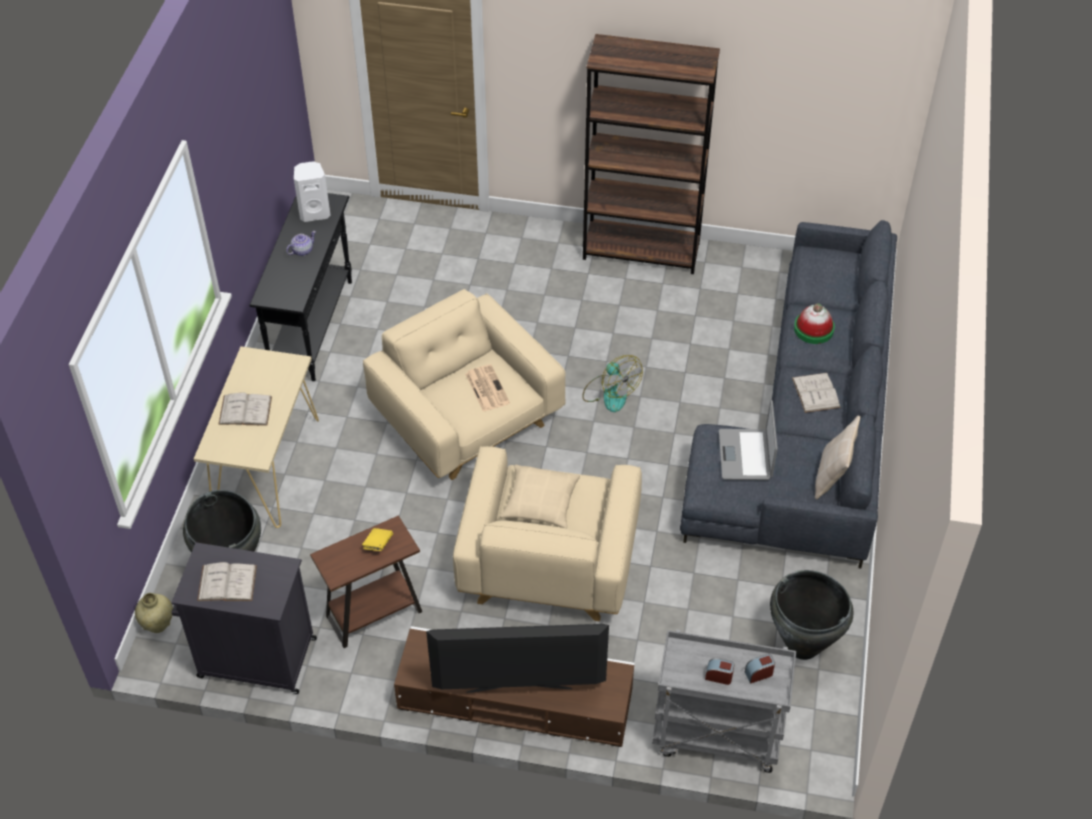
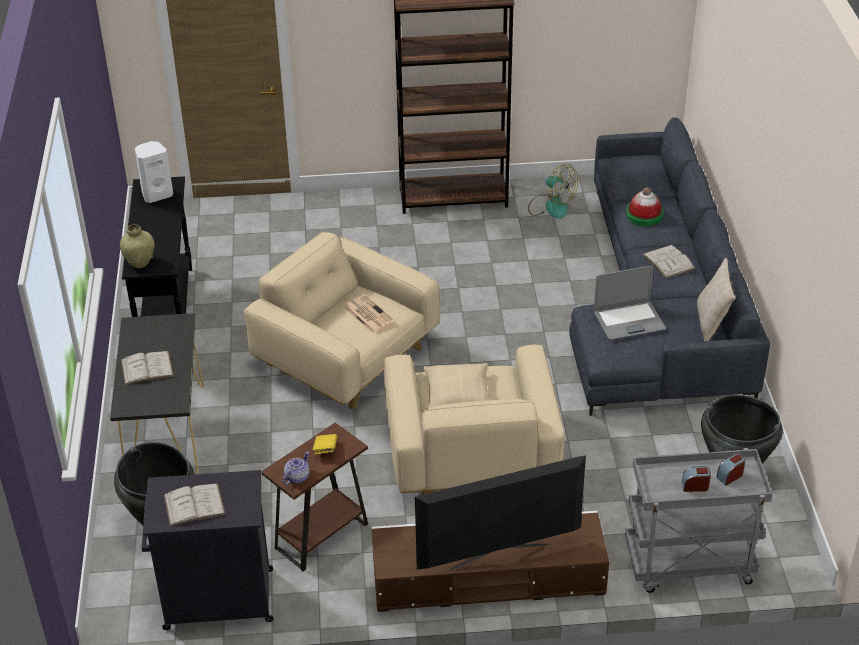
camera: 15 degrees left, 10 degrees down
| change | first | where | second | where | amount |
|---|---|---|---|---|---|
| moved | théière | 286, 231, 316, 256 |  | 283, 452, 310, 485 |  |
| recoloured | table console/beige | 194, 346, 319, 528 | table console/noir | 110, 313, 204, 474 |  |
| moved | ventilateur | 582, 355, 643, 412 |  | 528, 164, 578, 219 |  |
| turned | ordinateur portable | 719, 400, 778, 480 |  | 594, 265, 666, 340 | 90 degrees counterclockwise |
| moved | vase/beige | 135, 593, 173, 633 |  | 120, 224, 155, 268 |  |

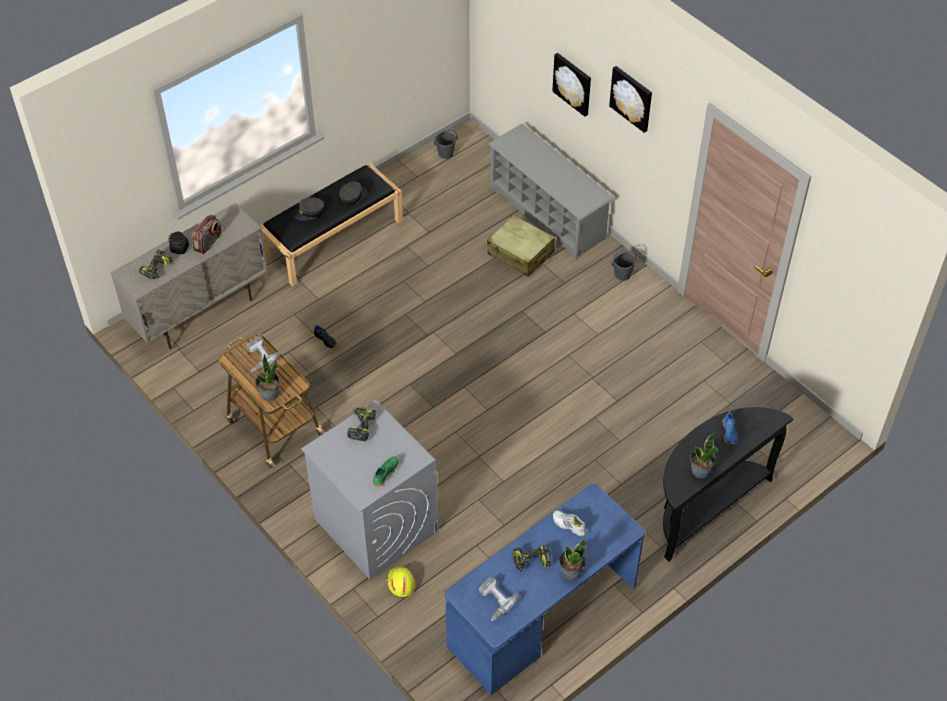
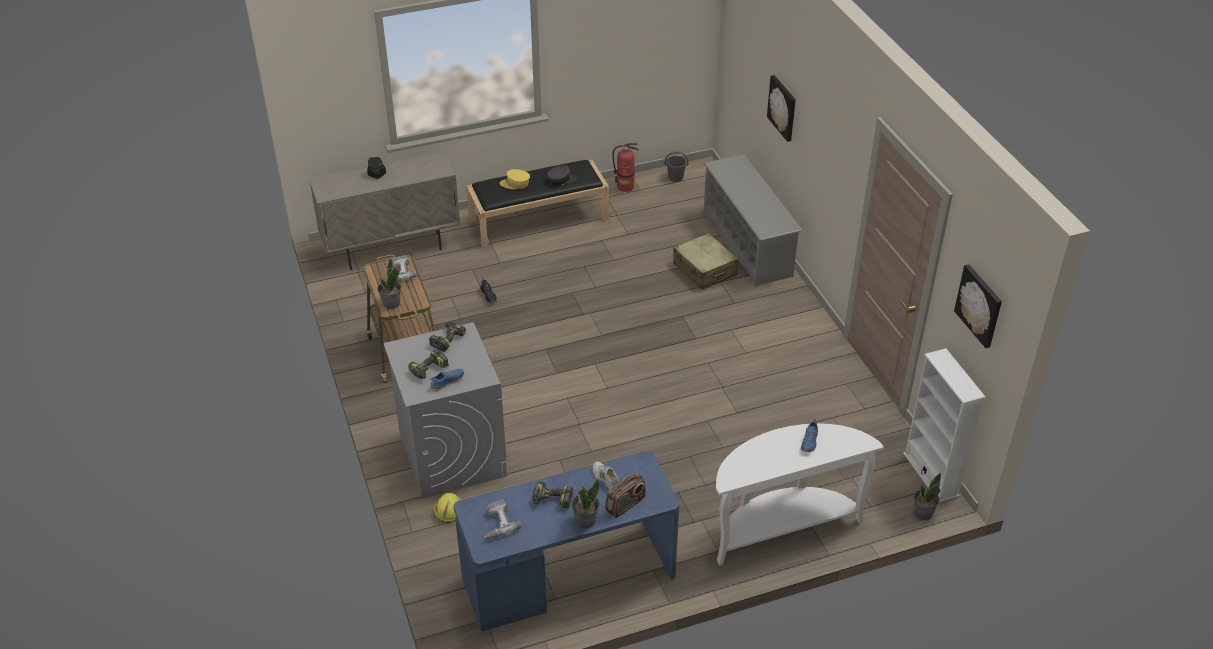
camera: 20 degrees right, 10 degrees down
| change | first | where | second | where | amount |
|---|---|---|---|---|---|
| moved | tableau | 609, 66, 652, 133 |  | 954, 264, 1002, 348 |  |
| recoloured | casquette/gris | 293, 197, 324, 221 | casquette/jaune | 500, 169, 530, 189 |  |
| moved | radio | 192, 215, 222, 254 |  | 605, 473, 646, 518 |  |
| moved | perceuse | 139, 250, 173, 279 |  | 408, 349, 448, 379 |  |
| removed | seau/gris | 612, 251, 637, 281 |  |  |  |
| recoloured | table console/noir | 663, 407, 794, 561 | table console/blanc | 716, 423, 884, 566 |  |
| moved | plante en pot | 690, 432, 718, 479 |  | 914, 473, 941, 520 |  |
| recoloured | chaussure/vert | 373, 456, 399, 487 | chaussure/bleu | 430, 369, 464, 391 |  |
| added |  |  | extincteur | 612, 143, 639, 192 |  |
| added |  |  | bibliothèque/blanc | 903, 348, 986, 503 |  |

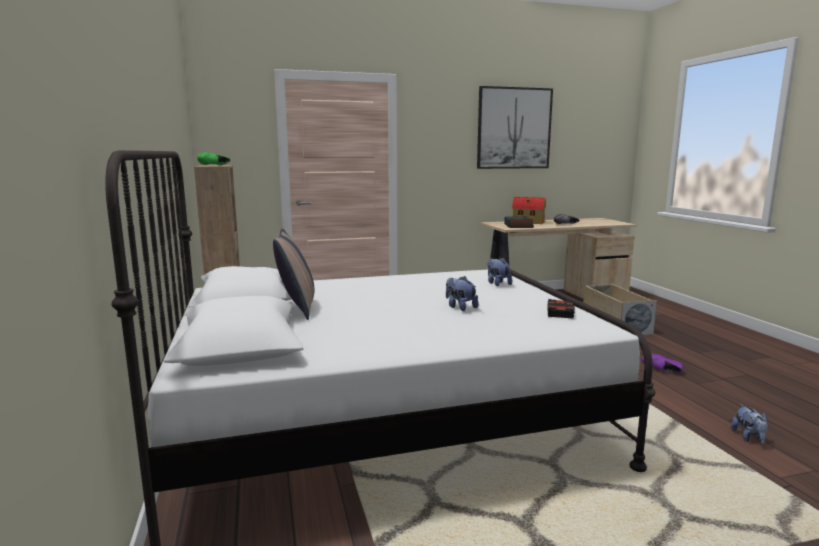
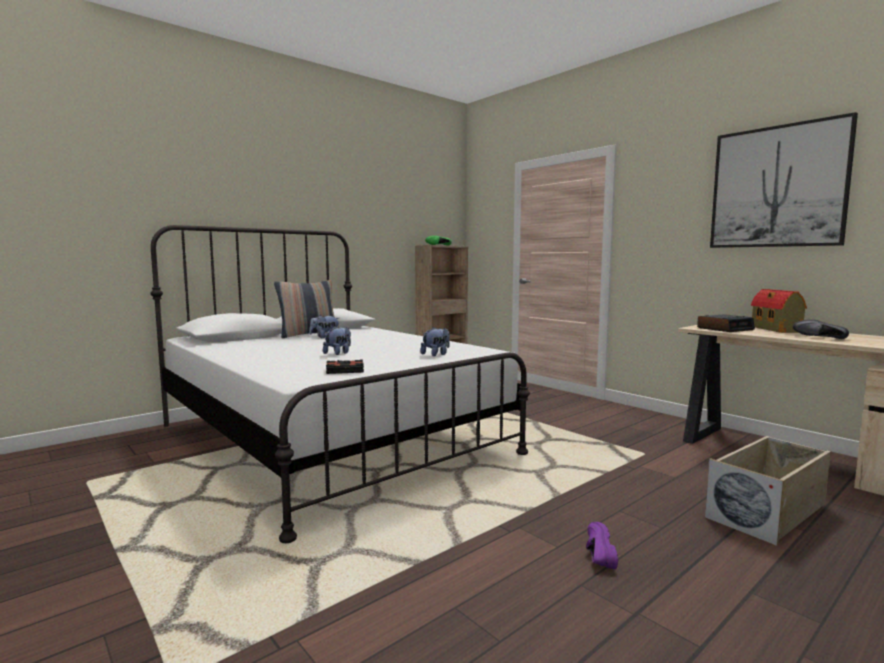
camera: 65 degrees right, 5 degrees down
| change | first | where | second | where | amount |
|---|---|---|---|---|---|
| moved | peluche | 731, 404, 768, 444 |  | 309, 315, 339, 338 |  |

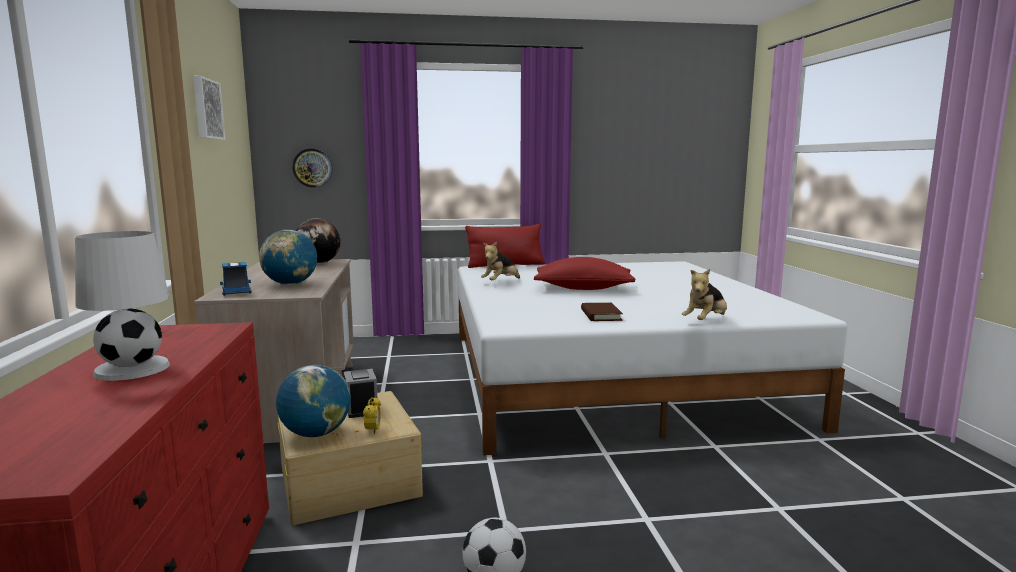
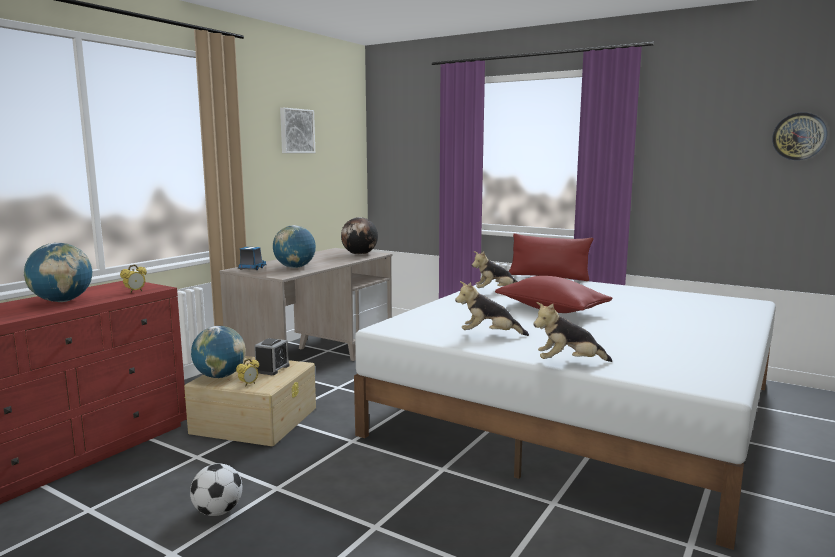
camera: 40 degrees right, 0 degrees up
| change | first | where | second | where | amount |
|---|---|---|---|---|---|
| moved | horloge murale | 292, 148, 333, 188 |  | 772, 112, 827, 160 |  |
| replaced | lampe de table/blanc | 75, 231, 170, 381 | globe | 24, 243, 92, 302 |  |
| replaced | livre/marron | 581, 302, 623, 321 | peluche | 455, 281, 529, 336 |  |
| added |  |  | réveil | 120, 265, 147, 293 |  |

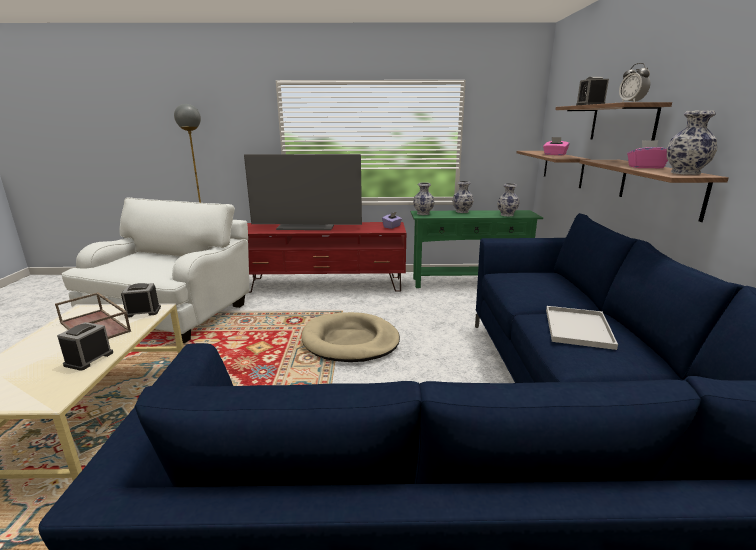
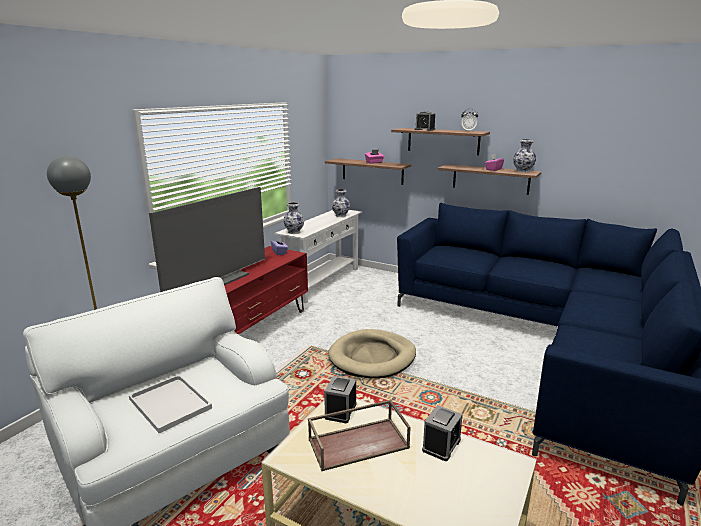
camera: 60 degrees left, 0 degrees up
| change | first | where | second | where | amount |
|---|---|---|---|---|---|
| removed | vase | 452, 181, 474, 213 |  |  |  |
| recoloured | table console/vert | 411, 210, 543, 288 | table console/blanc | 275, 210, 362, 303 |  |
| moved | plateau/blanc | 546, 306, 618, 350 |  | 129, 375, 212, 433 |  |
| turned | réveil | 57, 322, 113, 371 |  | 422, 405, 463, 461 | 105 degrees counterclockwise |

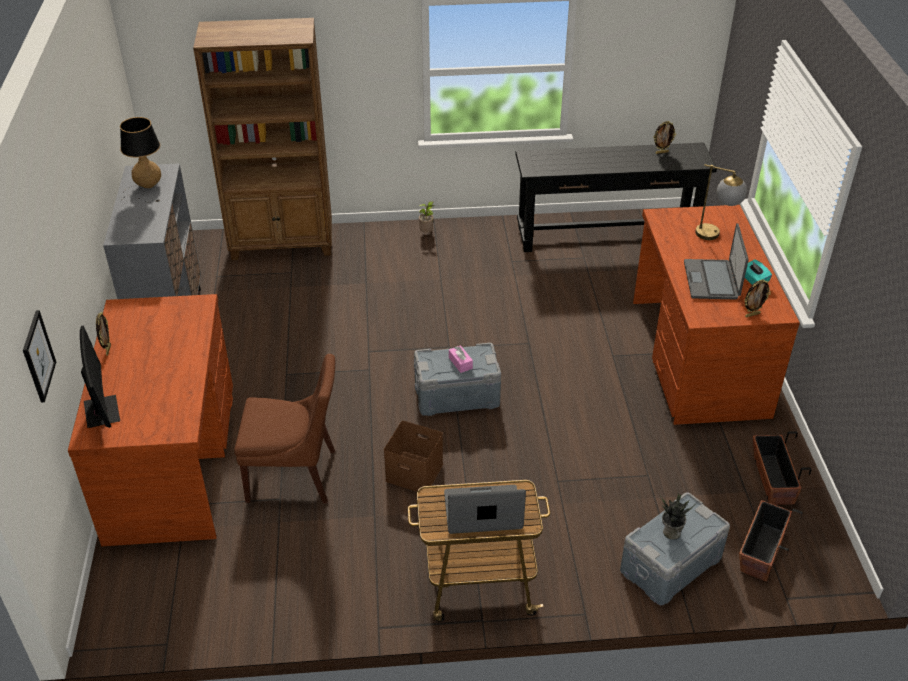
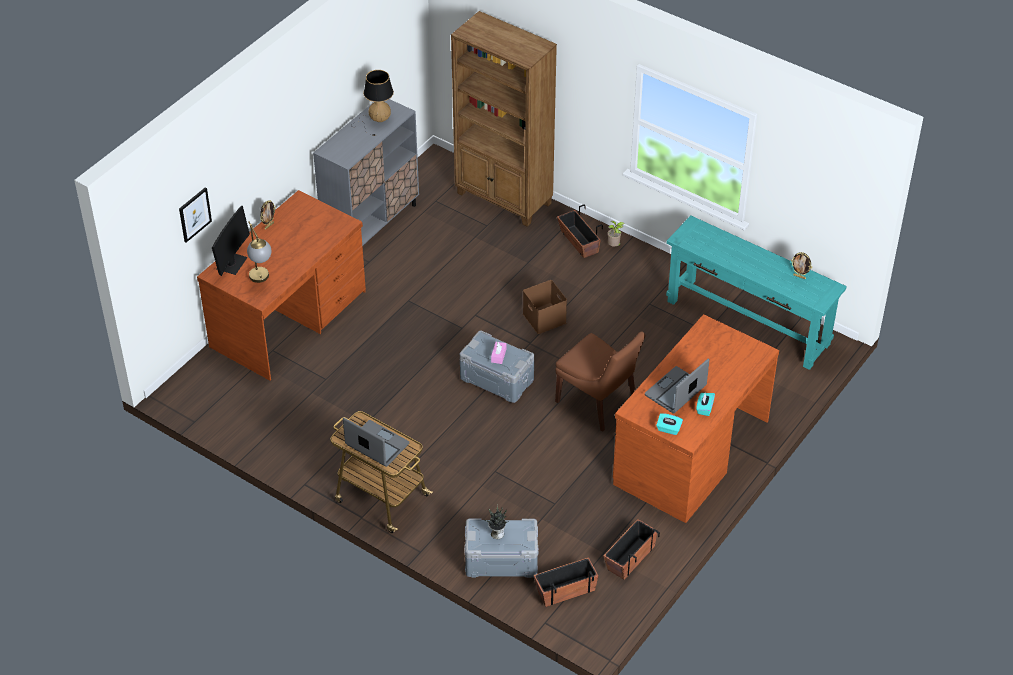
camera: 40 degrees right, 5 degrees up
| change | first | where | second | where | amount |
|---|---|---|---|---|---|
| recoloured | table console/noir | 516, 142, 717, 252 | table console/turquoise | 666, 215, 847, 370 |  |
| moved | lampe de table | 695, 164, 747, 240 |  | 247, 221, 271, 283 |  |
| replaced | cadre photo | 744, 280, 771, 317 | boîte à mouchoirs/turquoise | 656, 413, 683, 435 |  |
| moved | chaise/marron | 234, 354, 335, 504 |  | 555, 331, 645, 432 |  |
| moved | boîte de rangement/marron | 384, 421, 443, 492 |  | 523, 280, 567, 334 |  |
| added |  |  | cache-pot | 557, 204, 603, 258 |  |

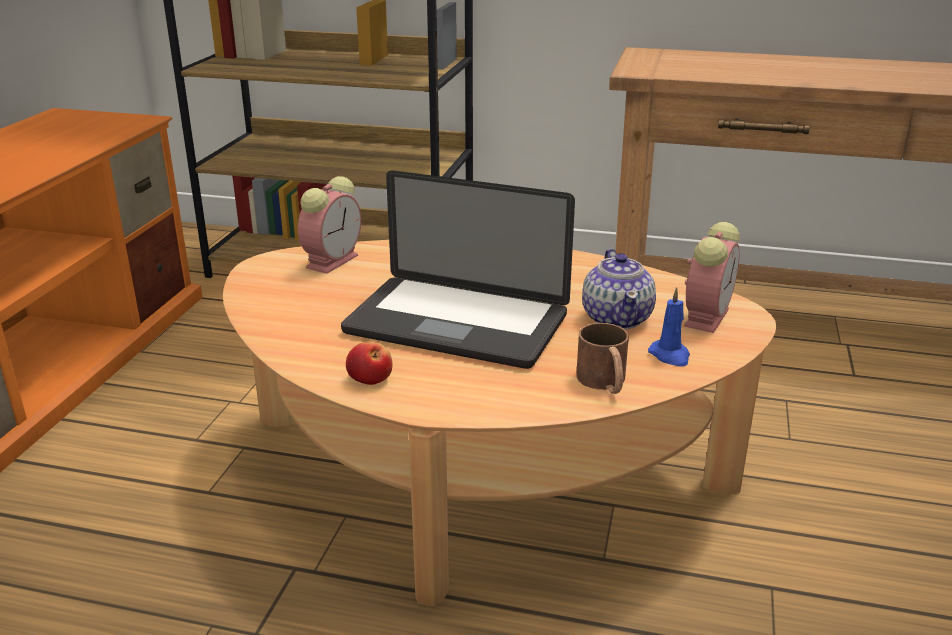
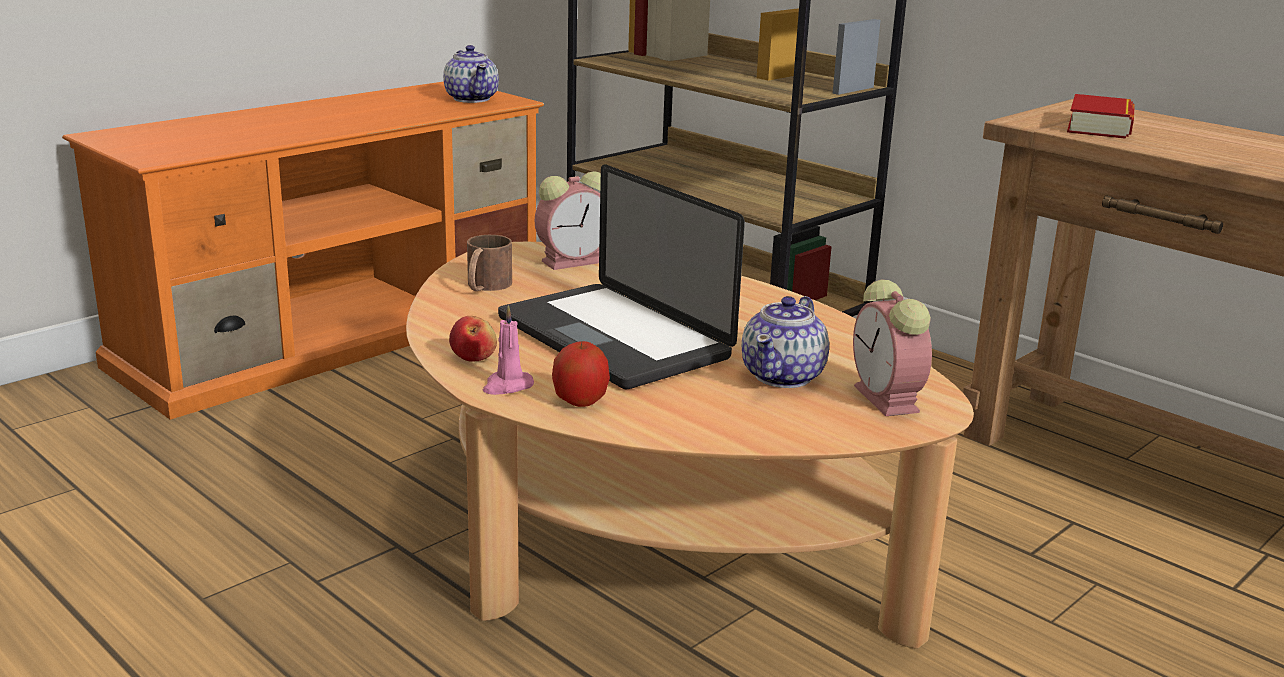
camera: 30 degrees right, 5 degrees down
| change | first | where | second | where | amount |
|---|---|---|---|---|---|
| turned | réveil | 684, 222, 740, 333 |  | 853, 279, 932, 416 | 105 degrees clockwise |
| removed | bougie/bleu | 648, 287, 690, 367 |  |  |  |
| moved | mug/marron | 576, 323, 629, 394 |  | 467, 235, 512, 291 |  |
| added |  |  | théière | 443, 45, 499, 103 |  |
| added |  |  | livre | 1067, 94, 1135, 139 |  |
| added |  |  | bougie/rose | 483, 305, 534, 395 |  |
| added |  |  | pomme | 552, 341, 610, 407 |  |

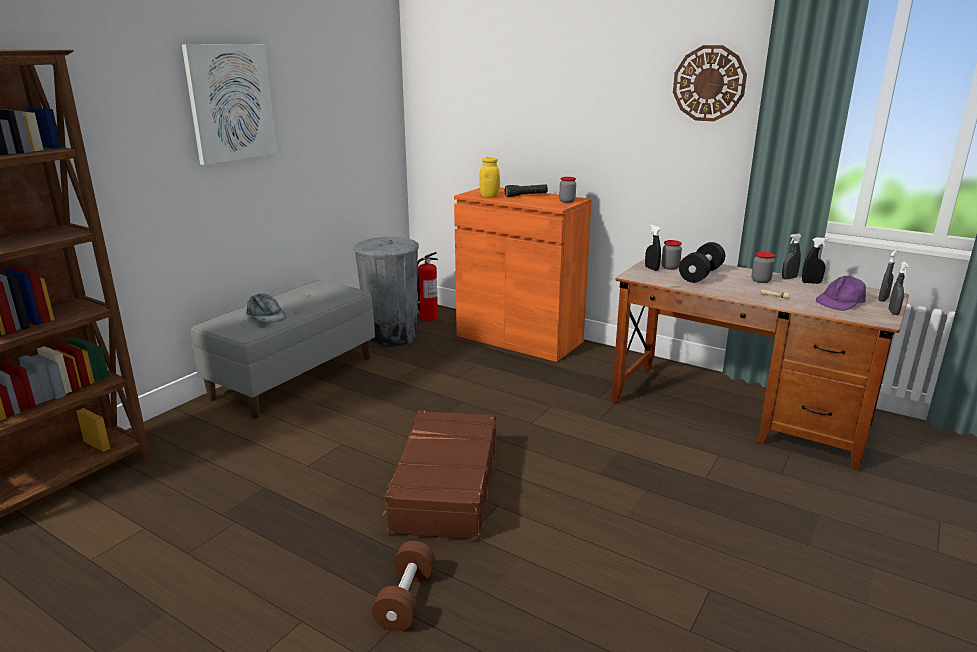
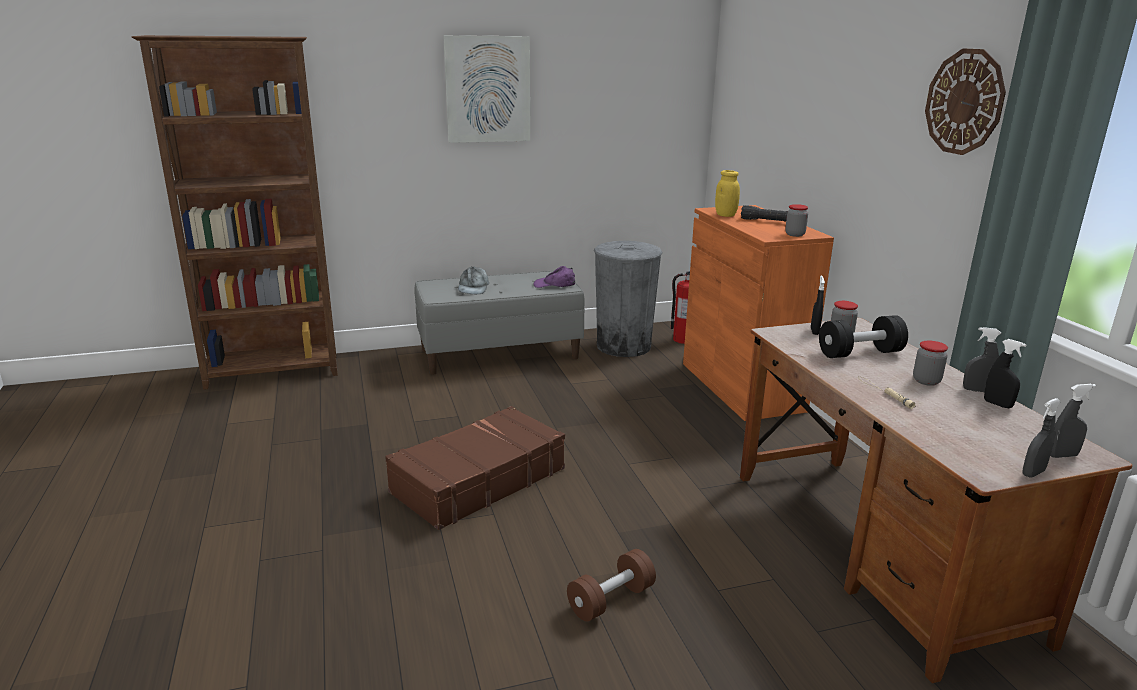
camera: 40 degrees right, 0 degrees up
| change | first | where | second | where | amount |
|---|---|---|---|---|---|
| moved | casquette/violet | 816, 276, 866, 311 |  | 533, 266, 575, 288 |  |
| moved | haltère/marron | 372, 541, 435, 631 |  | 567, 549, 656, 622 |  |

